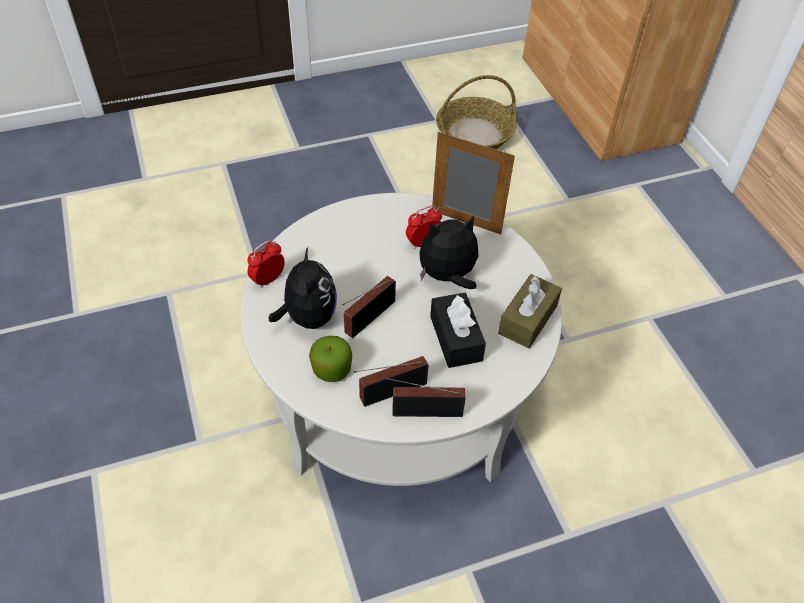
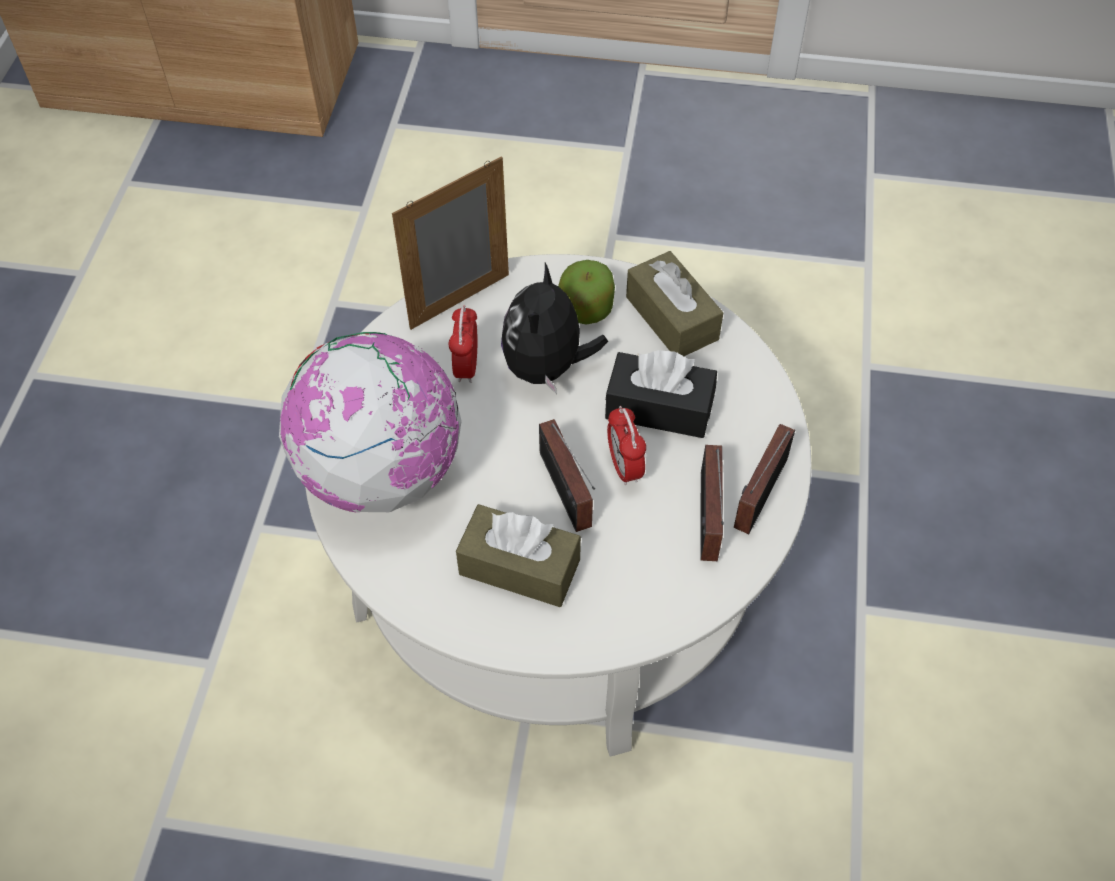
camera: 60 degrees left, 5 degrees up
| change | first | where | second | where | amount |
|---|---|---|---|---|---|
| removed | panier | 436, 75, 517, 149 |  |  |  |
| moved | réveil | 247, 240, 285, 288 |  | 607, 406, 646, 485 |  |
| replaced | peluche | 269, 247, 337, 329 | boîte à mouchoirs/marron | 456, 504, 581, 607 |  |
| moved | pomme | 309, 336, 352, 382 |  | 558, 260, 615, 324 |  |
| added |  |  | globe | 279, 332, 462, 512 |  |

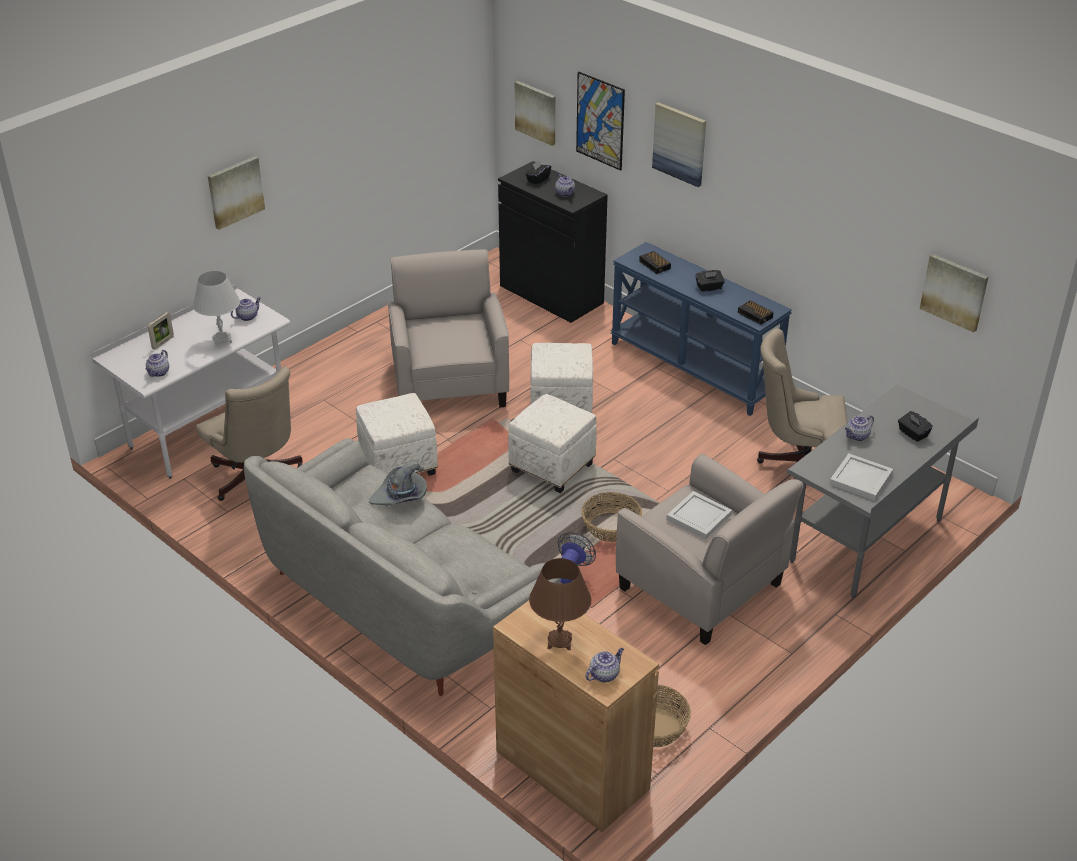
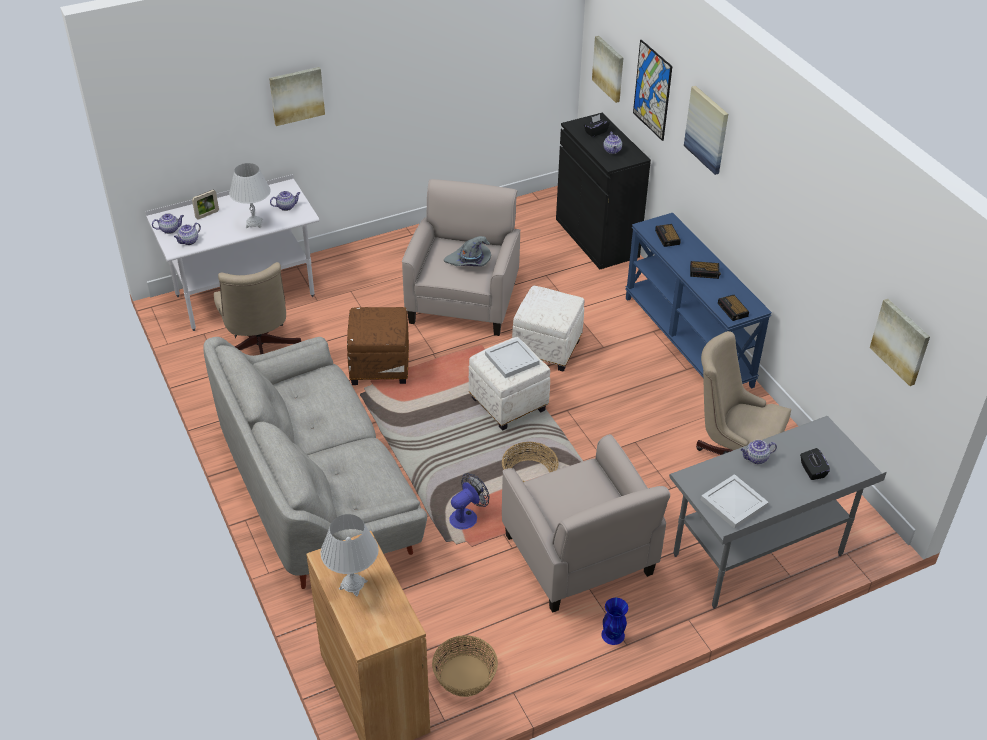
camera: 20 degrees right, 5 degrees up
| change | first | where | second | where | amount |
|---|---|---|---|---|---|
| replaced | boîte à mouchoirs/noir | 695, 270, 725, 292 | réveil | 690, 261, 721, 279 |  |
| recoloured | pouf/blanc | 356, 393, 438, 476 | pouf/marron | 347, 307, 409, 385 |  |
| moved | chapeau/gris | 369, 462, 427, 506 |  | 444, 236, 491, 266 |  |
| moved | plateau/blanc | 667, 491, 732, 539 |  | 485, 338, 540, 378 |  |
| recoloured | lampe de table/marron | 529, 558, 591, 650 | lampe de table/blanc | 320, 514, 379, 596 |  |
| moved | théière | 585, 648, 624, 683 |  | 152, 213, 184, 234 |  |
| added |  |  | vase/bleu | 601, 598, 628, 645 |  |

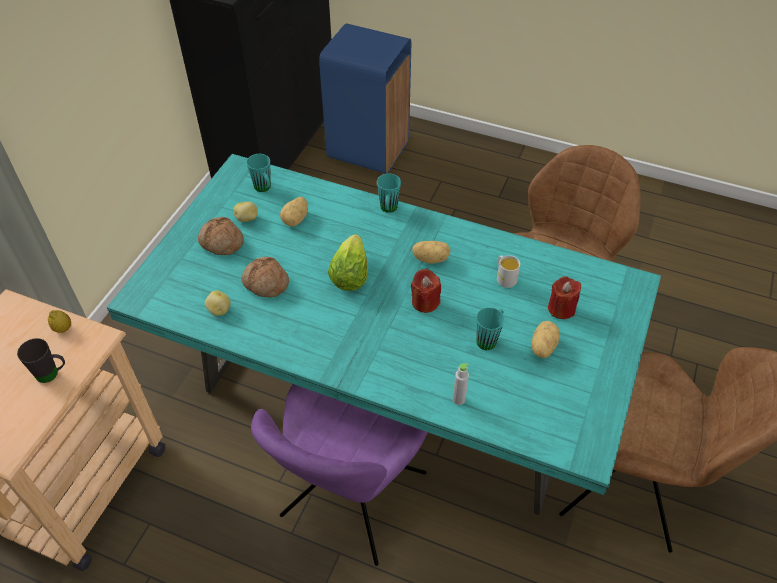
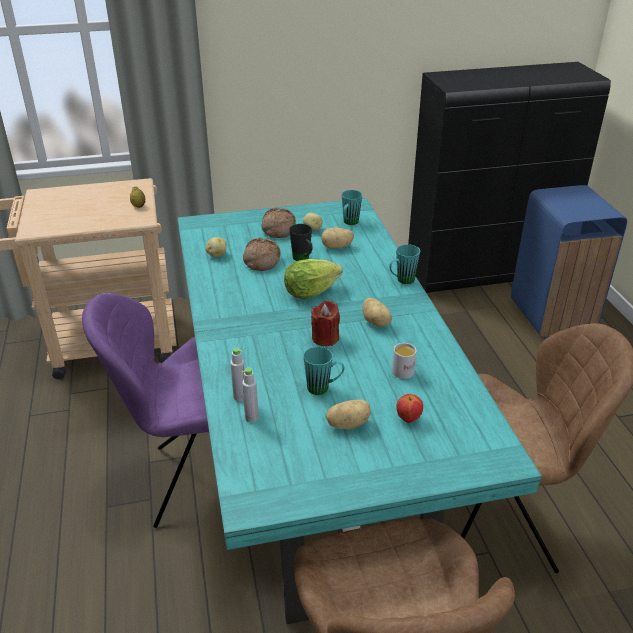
camera: 55 degrees right, 15 degrees down
| change | first | where | second | where | amount |
|---|---|---|---|---|---|
| replaced | bougie/rouge | 548, 276, 581, 319 | pomme | 396, 394, 423, 423 |  |
| moved | mug/noir | 17, 338, 65, 383 |  | 289, 224, 312, 261 |  |
| added |  |  | bouteille/gris | 242, 368, 259, 422 |  |

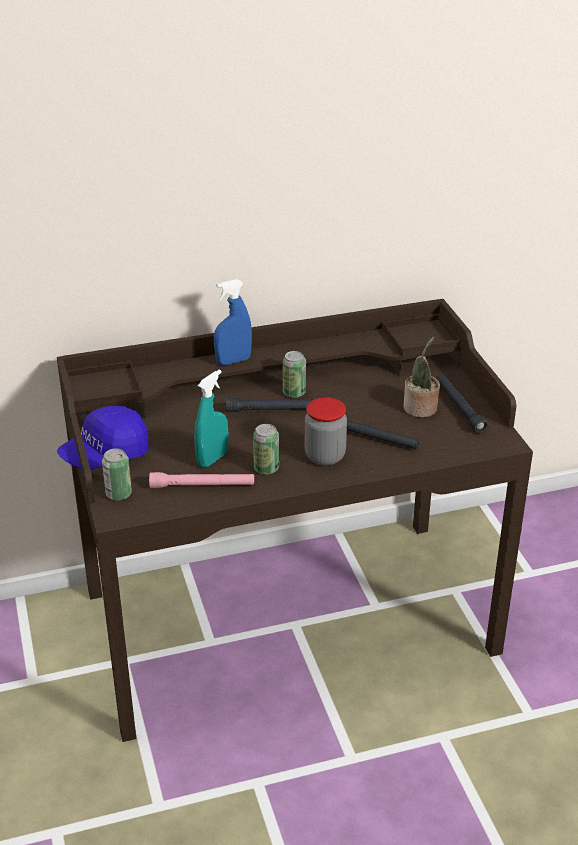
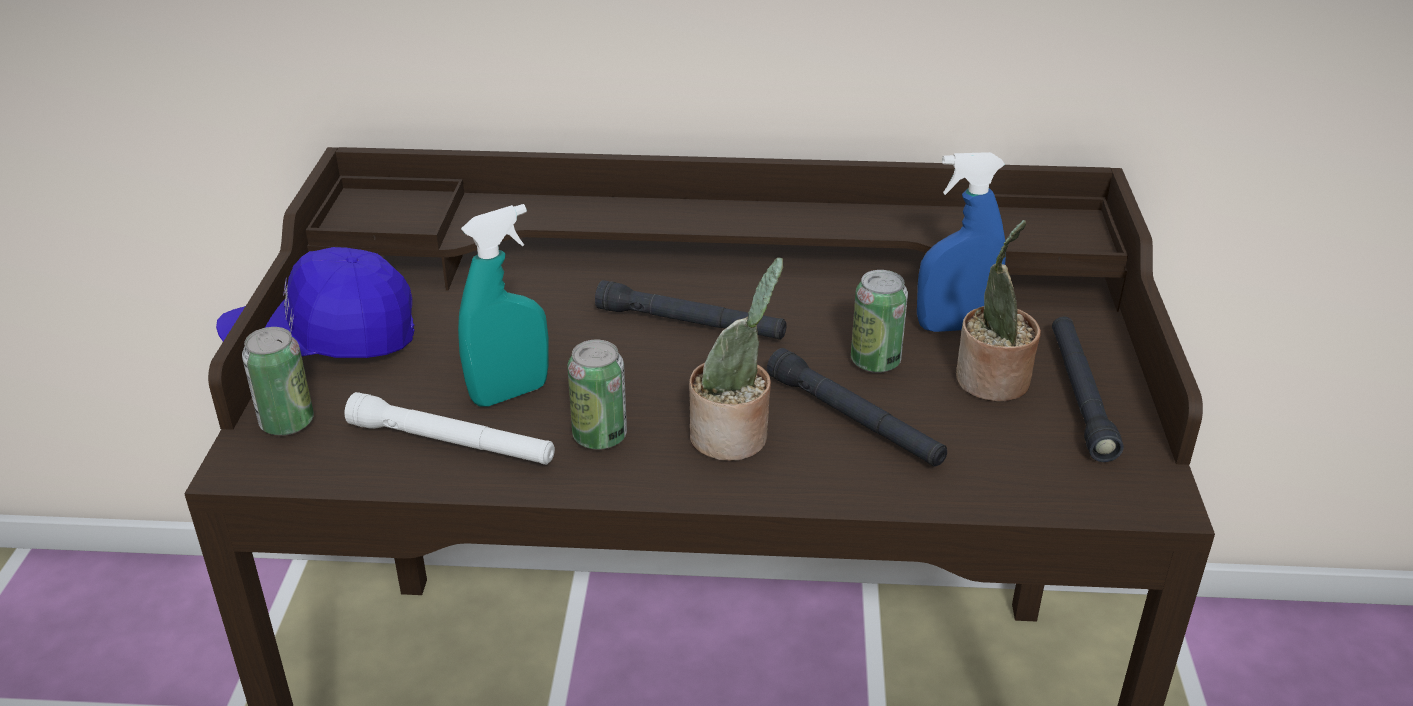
camera: 20 degrees right, 0 degrees up
| change | first | where | second | where | amount |
|---|---|---|---|---|---|
| moved | vaporisateur/bleu | 214, 279, 252, 365 |  | 917, 152, 1006, 332 |  |
| moved | boîte métallique | 283, 351, 306, 398 |  | 851, 270, 908, 373 |  |
| replaced | bocal | 305, 397, 347, 466 | plante en pot | 689, 257, 783, 461 |  |
| recoloured | lampe de poche/rose | 149, 472, 254, 488 | lampe de poche/blanc | 344, 392, 555, 465 |  |

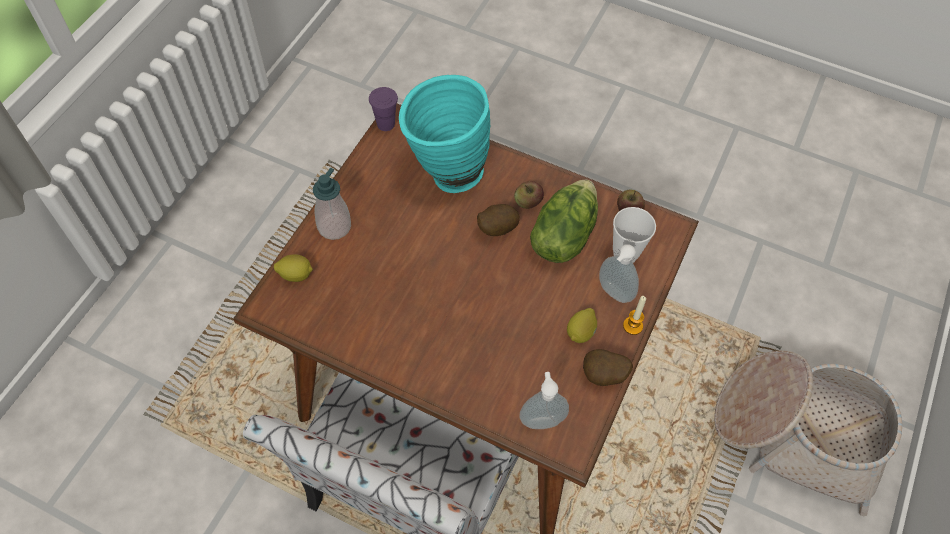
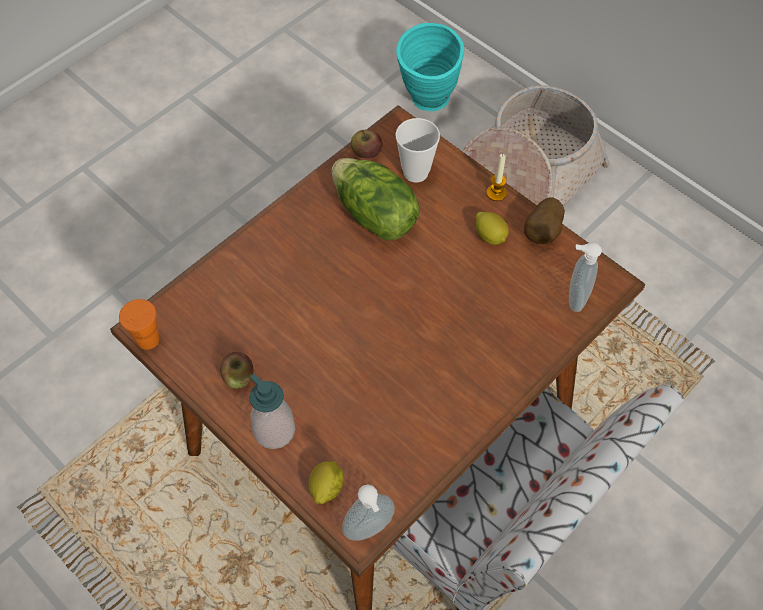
camera: 70 degrees left, 0 degrees up
| change | first | where | second | where | amount |
|---|---|---|---|---|---|
| moved | vase/turquoise | 399, 75, 490, 193 |  | 396, 23, 464, 111 |  |
| recoloured | tasse/violet | 369, 87, 398, 131 | tasse/orange | 119, 299, 159, 350 |  |
| moved | pomme | 514, 181, 544, 209 |  | 220, 352, 253, 389 |  |
| removed | pomme de terre | 477, 204, 520, 236 |  |  |  |
| moved | distributeur de savon | 599, 245, 639, 303 |  | 342, 484, 395, 541 |  |

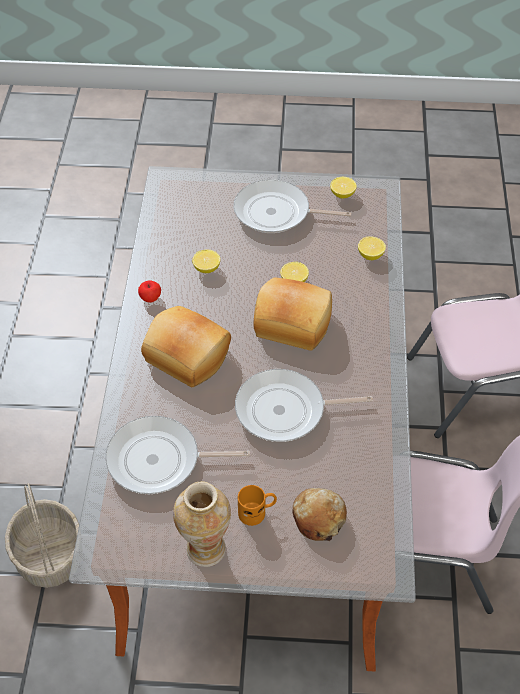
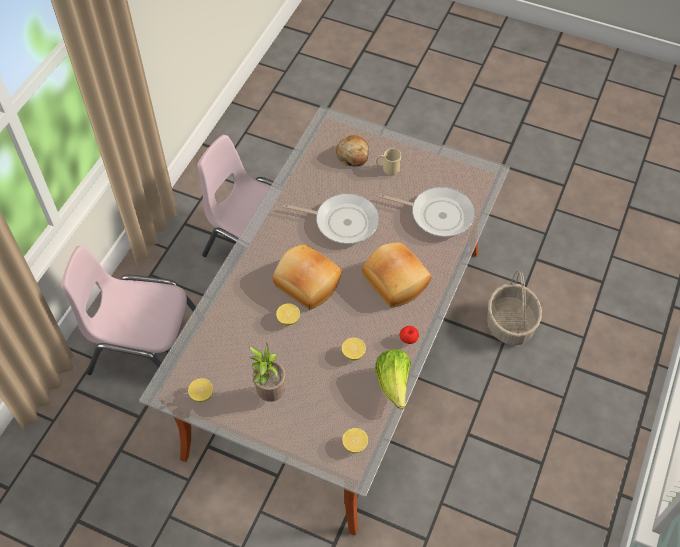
camera: 160 degrees left, 5 degrees up
| change | first | where | second | where | amount |
|---|---|---|---|---|---|
| replaced | poêle | 233, 179, 351, 233 | plante en pot | 249, 344, 286, 402 |  |
| moved | citron | 358, 237, 386, 260 |  | 342, 428, 368, 453 |  |
| removed | vase | 173, 481, 231, 567 |  |  |  |
| recoloured | mug/orange | 238, 485, 277, 526 | mug/beige | 376, 148, 401, 175 |  |
| added |  |  | laitue | 375, 349, 411, 409 |  |

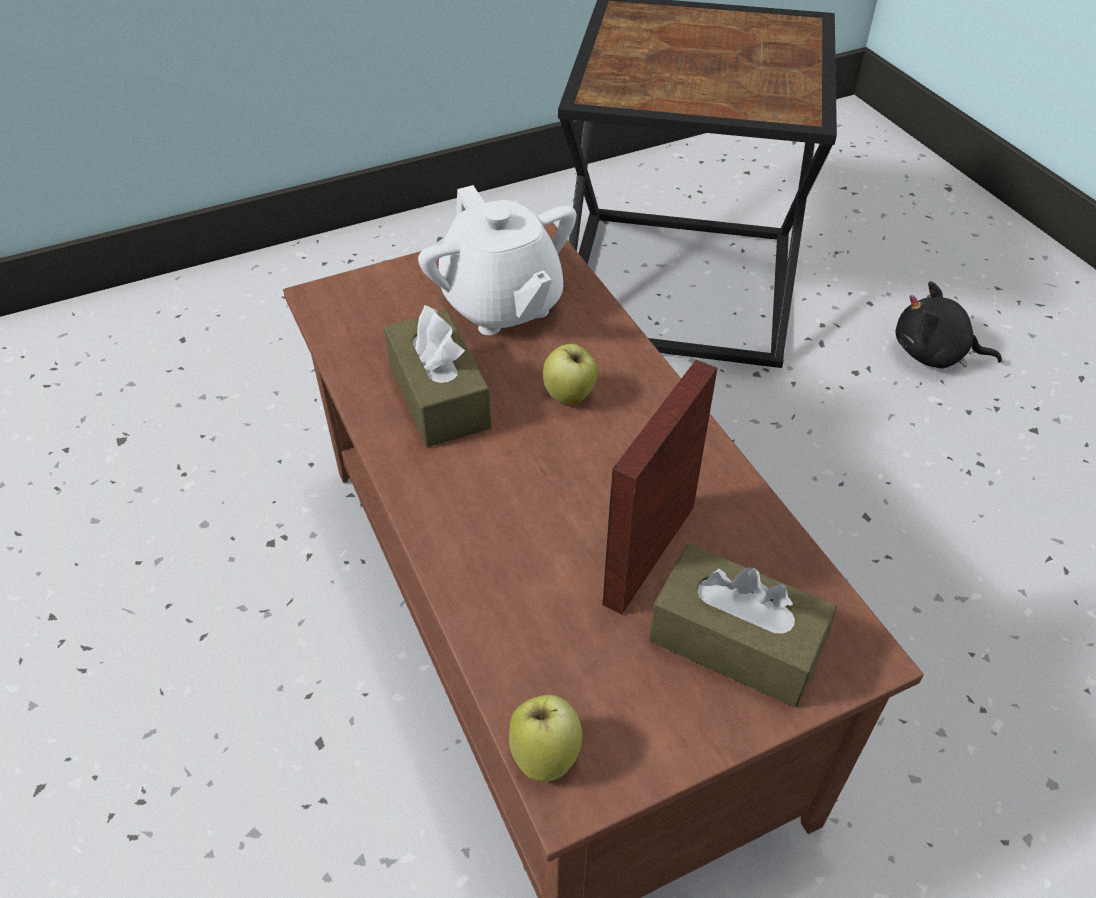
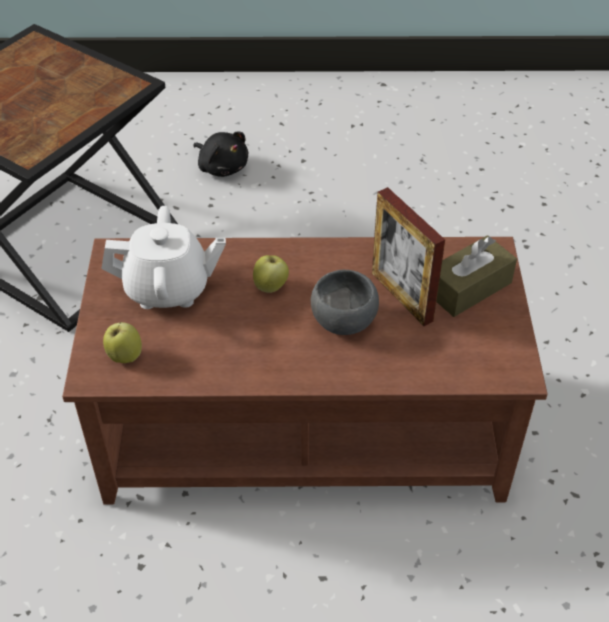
camera: 65 degrees left, 0 degrees up
| change | first | where | second | where | amount |
|---|---|---|---|---|---|
| turned | peluche/noir | 896, 281, 1002, 368 |  | 193, 131, 248, 177 | 90 degrees counterclockwise |
| removed | boîte à mouchoirs/marron | 384, 305, 492, 447 |  |  |  |
| moved | pomme | 509, 695, 582, 781 |  | 103, 321, 142, 363 |  |
| added |  |  | bol/gris | 311, 270, 379, 335 |  |

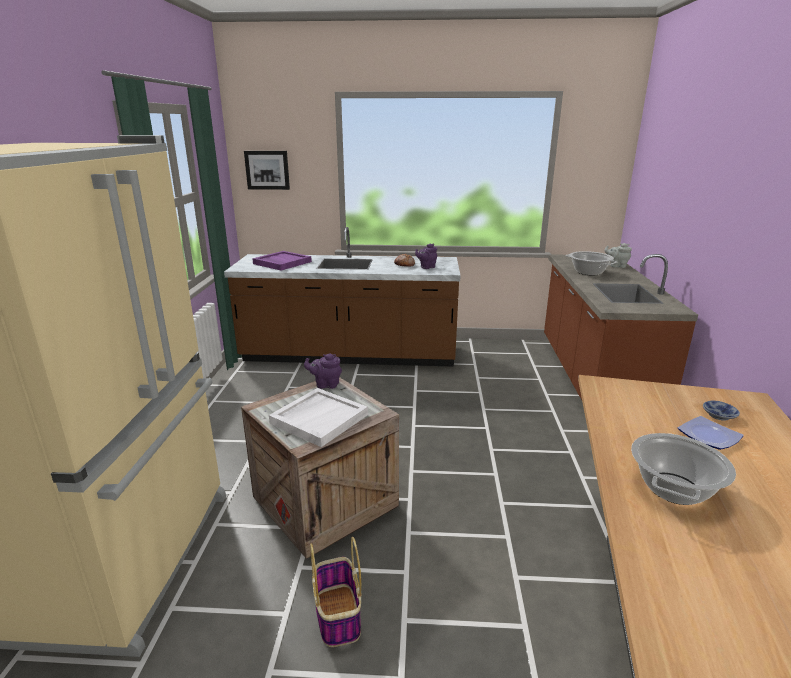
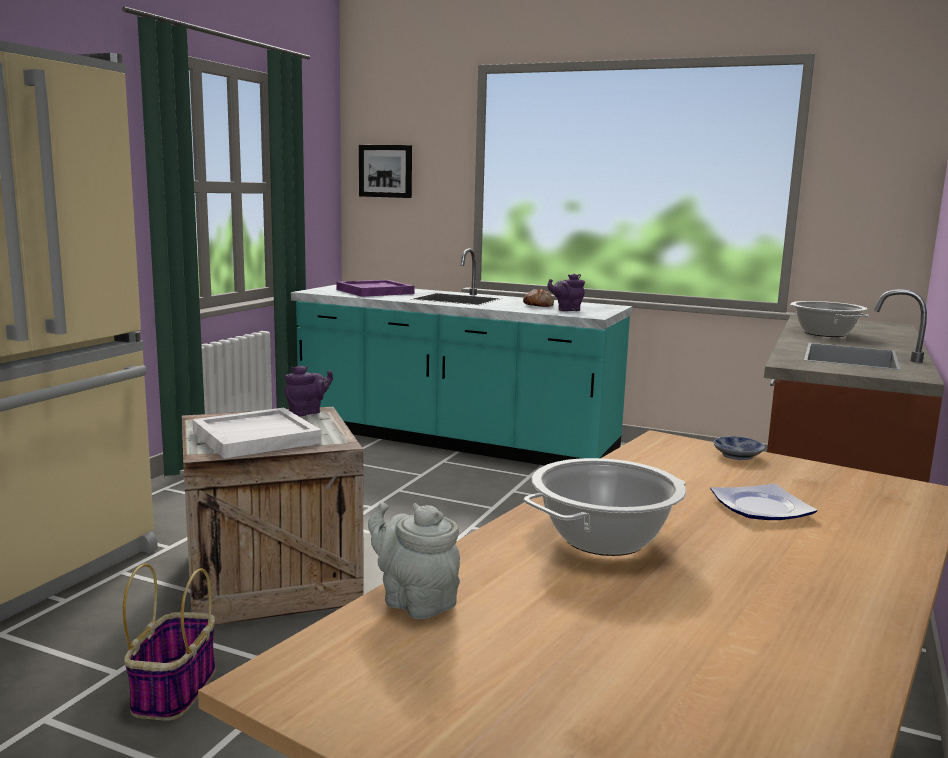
camera: 20 degrees right, 10 degrees down
| change | first | where | second | where | amount |
|---|---|---|---|---|---|
| recoloured | comptoir de cuisine/marron | 224, 227, 461, 367 | comptoir de cuisine/turquoise | 291, 248, 632, 465 |  |
| moved | théière/gris | 604, 243, 632, 268 |  | 368, 502, 460, 619 |  |
| turned | théière/violet | 304, 353, 342, 389 |  | 285, 365, 333, 416 | 120 degrees clockwise |
| moved | bol | 703, 401, 740, 421 |  | 713, 436, 765, 460 |  |

